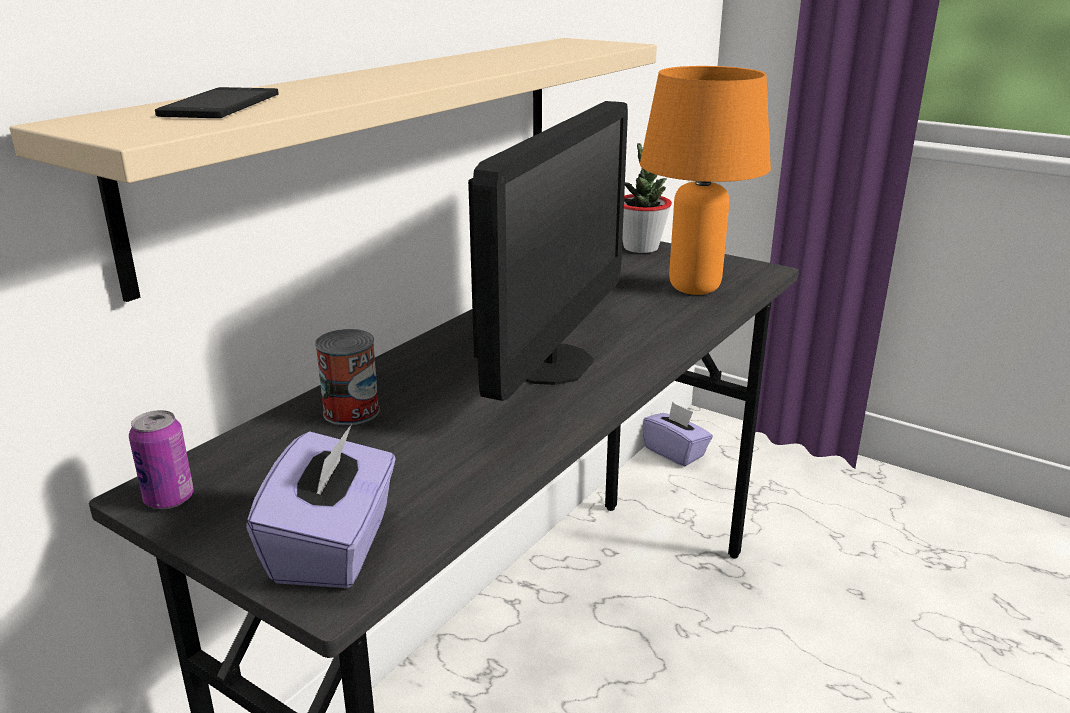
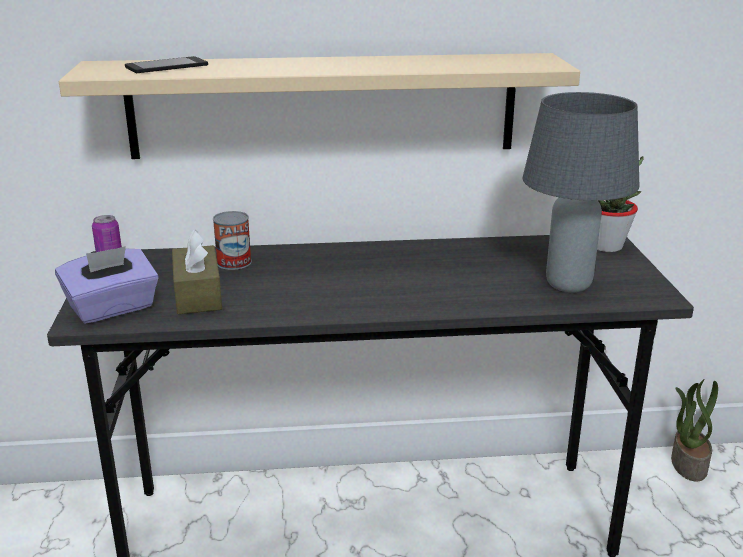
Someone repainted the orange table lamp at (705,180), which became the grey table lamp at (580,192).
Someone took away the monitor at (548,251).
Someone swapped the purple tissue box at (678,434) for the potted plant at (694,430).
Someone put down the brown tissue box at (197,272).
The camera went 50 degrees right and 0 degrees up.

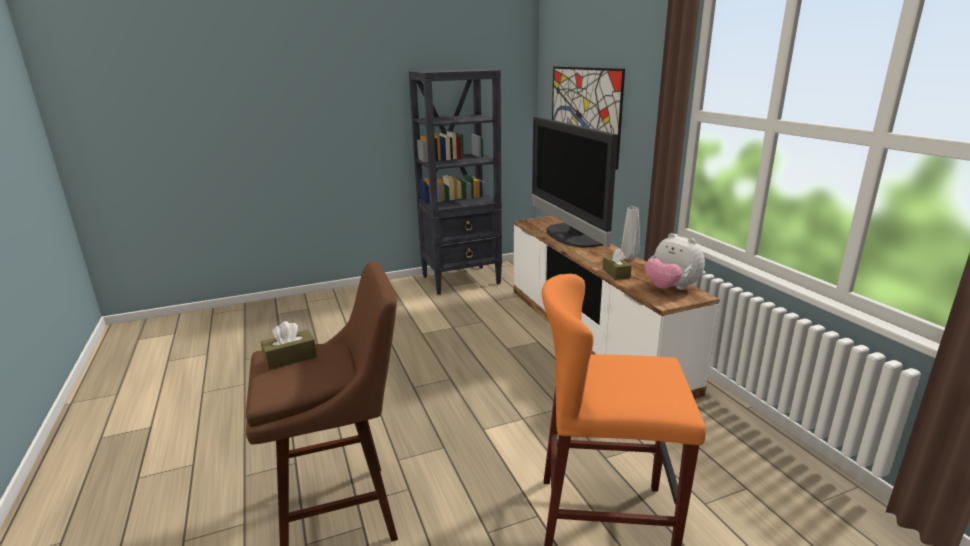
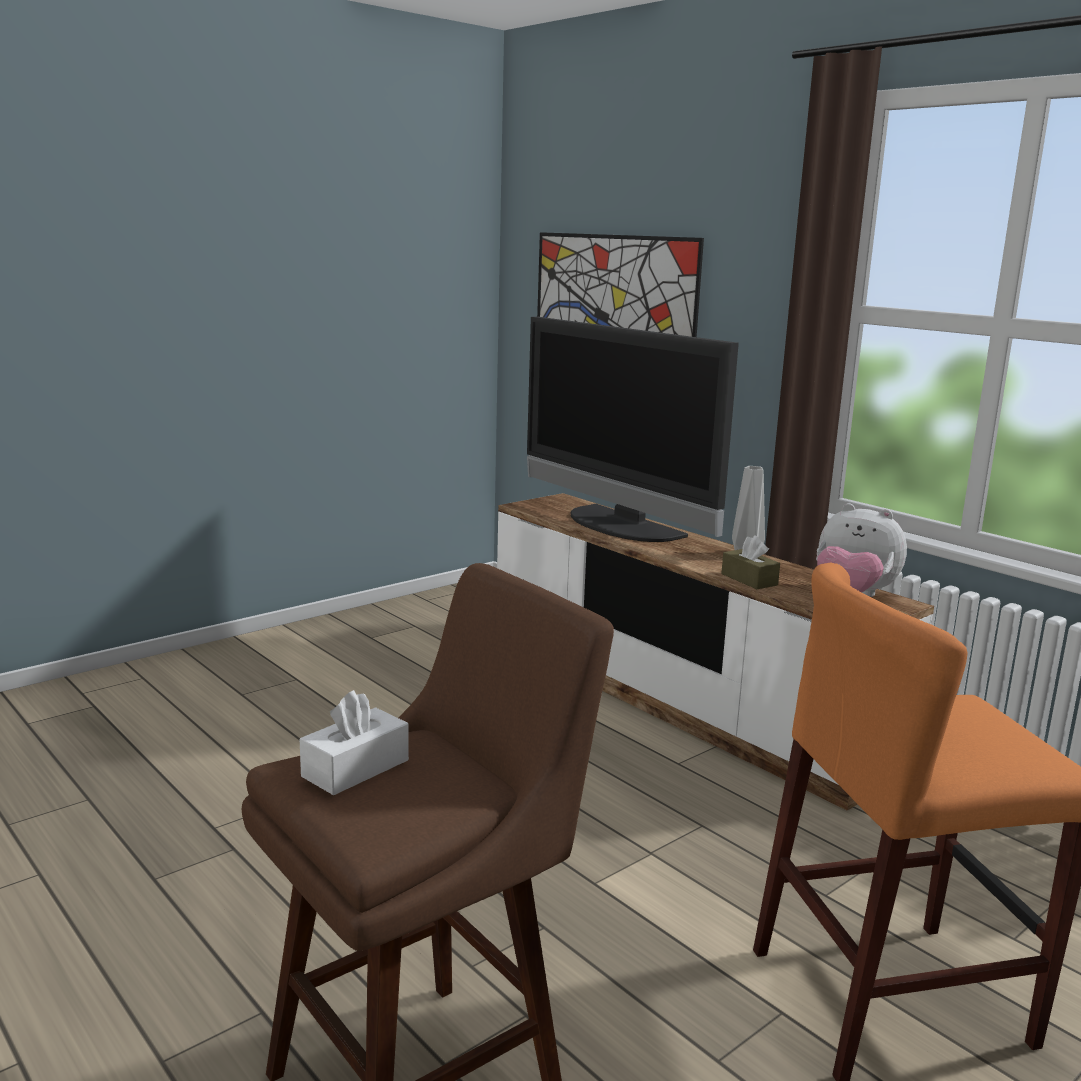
Someone took away the black bookcase at (455,182).
Someone repainted the brown tissue box at (289,345), which became the white tissue box at (354,742).
The camera went 20 degrees left and 5 degrees down.

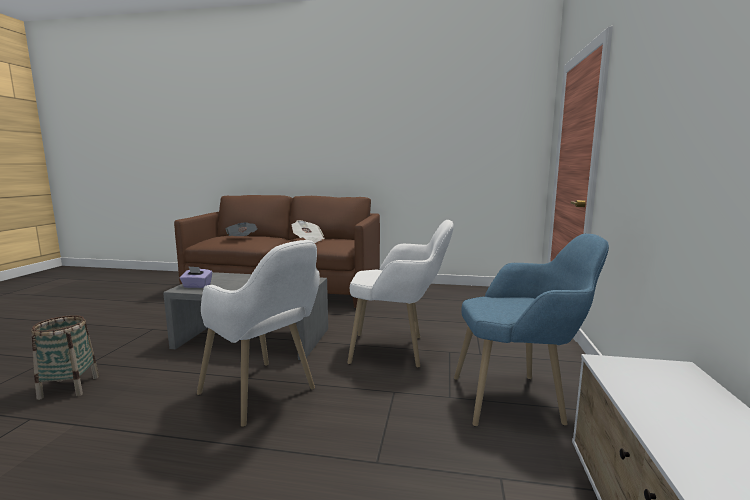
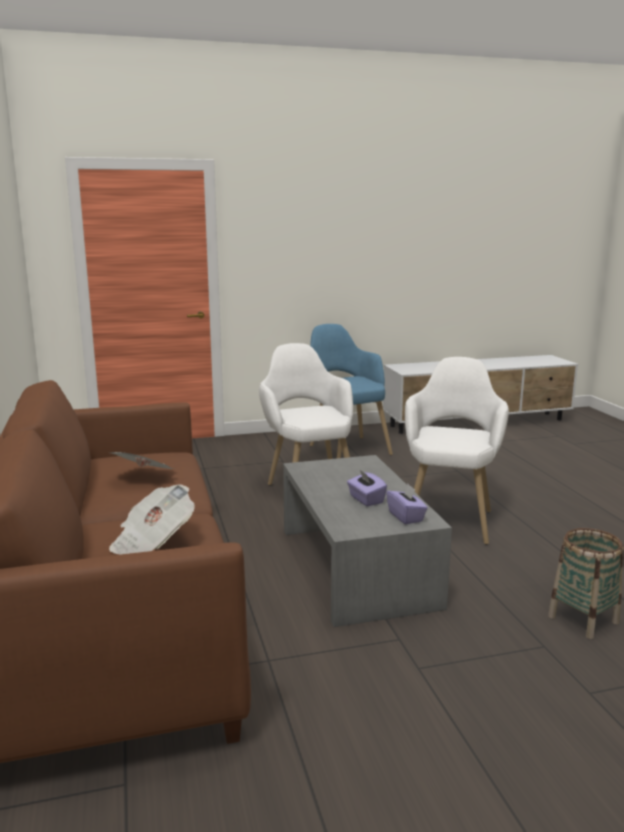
Someone put down the purple tissue box at (367,488).
The camera went 115 degrees left and 5 degrees up.

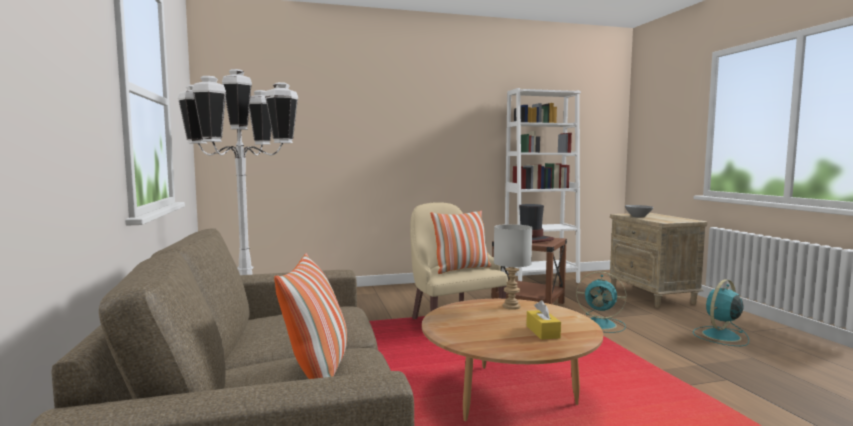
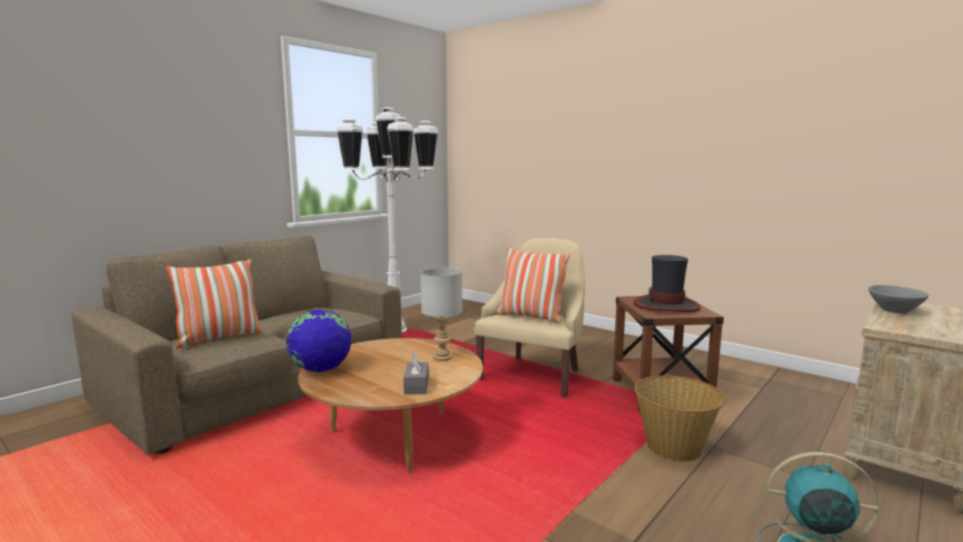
Someone took away the white bookcase at (542,185).
Someone swapped the turquoise fan at (601,302) for the basket at (680,418).
Someone took away the yellow tissue box at (543,320).
Someone put down the globe at (318,340).
Someone put down the grey tissue box at (416,373).
The camera went 55 degrees right and 5 degrees up.

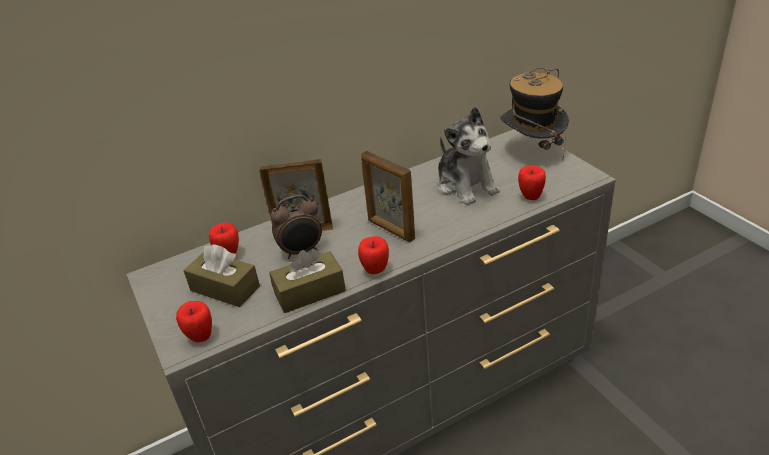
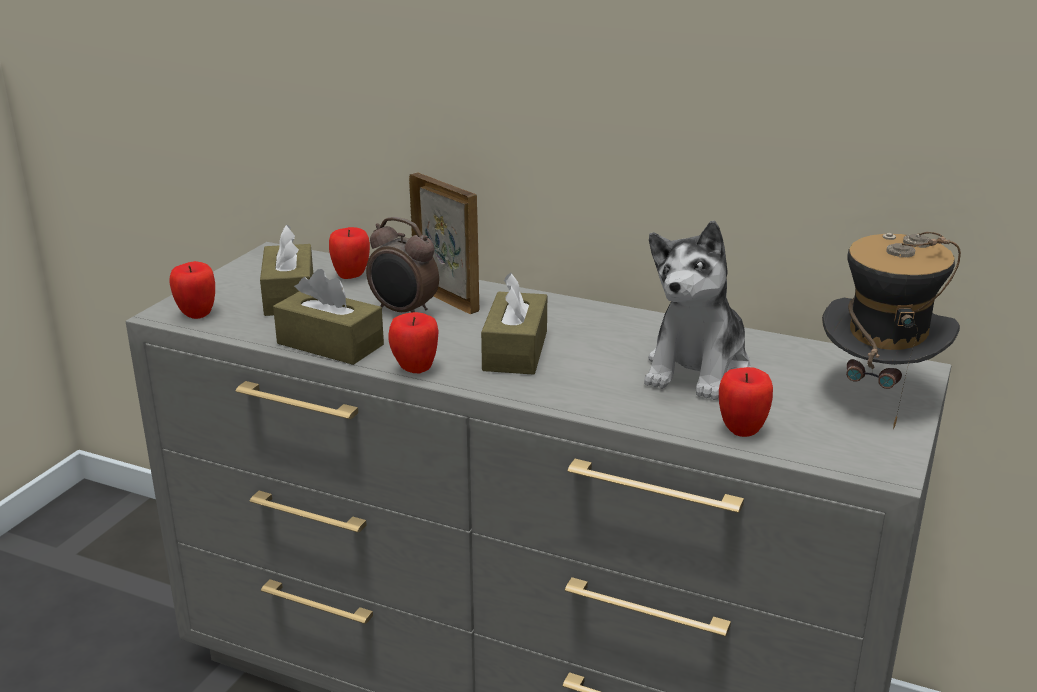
Someone swapped the picture frame at (388,196) for the brown tissue box at (514,324).
The camera went 50 degrees right and 10 degrees down.

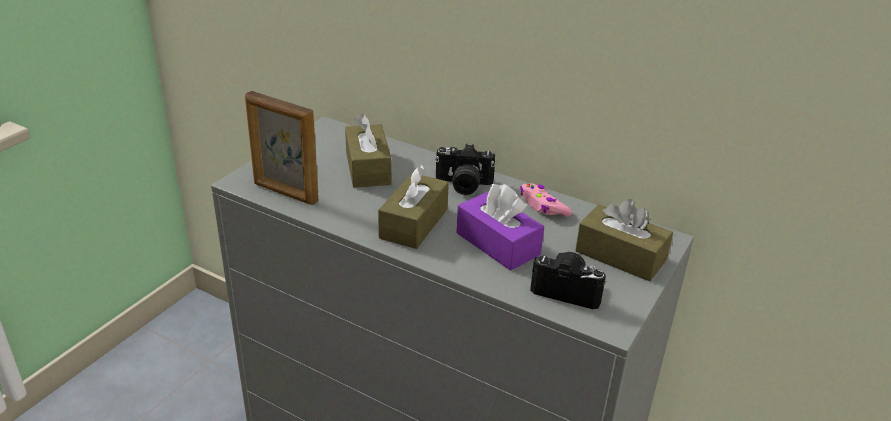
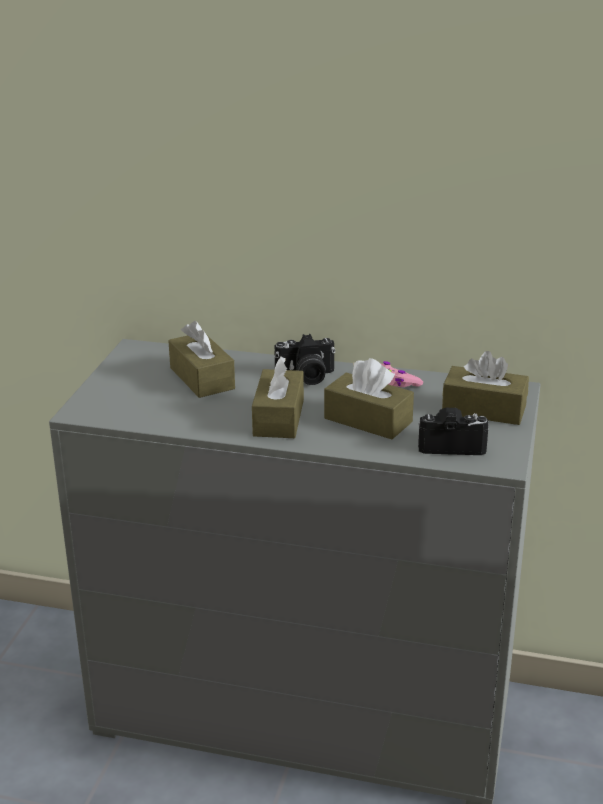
Someone took away the picture frame at (282,148).
Someone repainted the purple tissue box at (500,227), which became the brown tissue box at (369,398).
The camera went 15 degrees left and 5 degrees down.

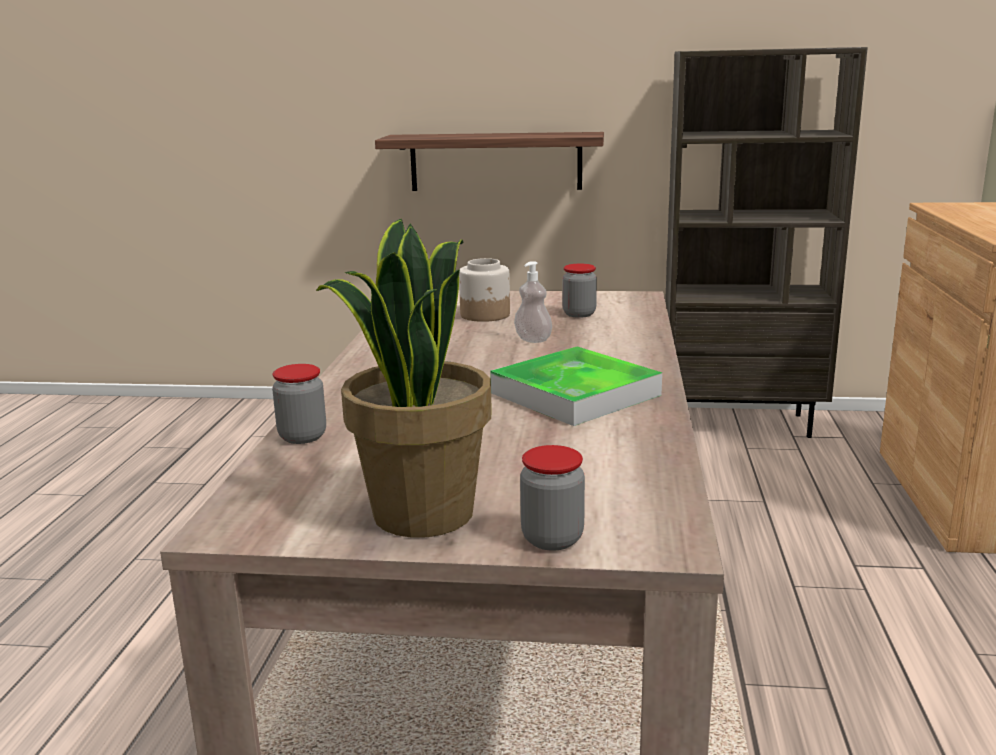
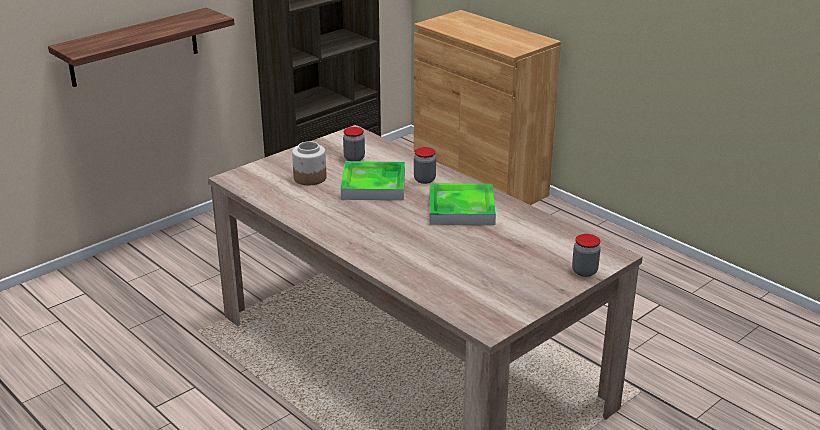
Someone took away the potted plant at (404,378).
Someone swapped the soap dispenser at (533,302) for the tray at (373,180).
Someone carried the jar from (299,404) to (425,165).
The camera went 50 degrees left and 10 degrees up.

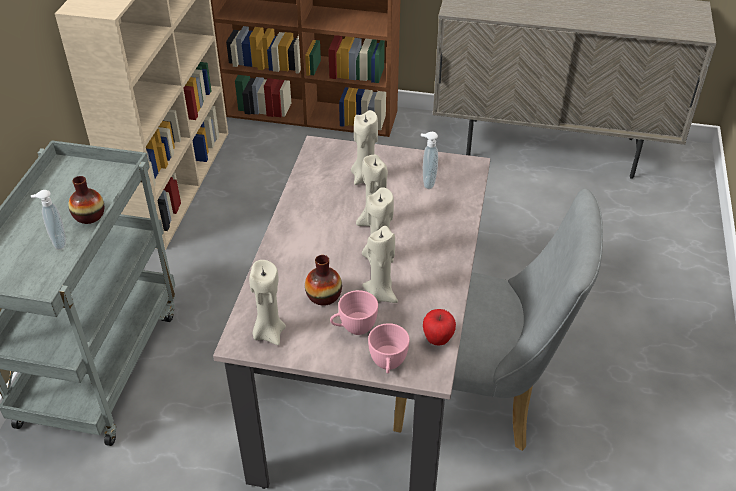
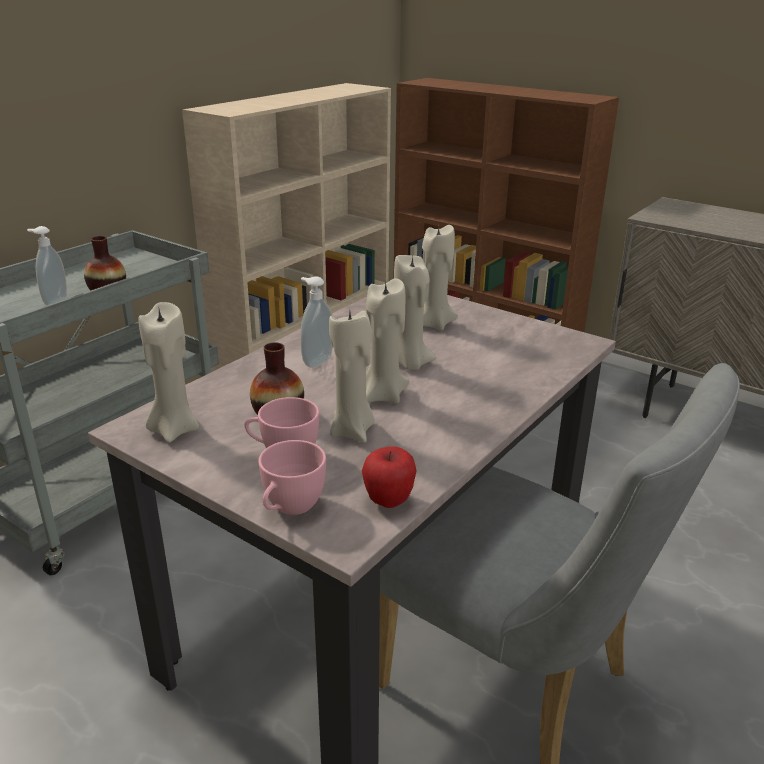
Someone carried the soap dispenser from (429,160) to (316,322).
The camera went 25 degrees right and 15 degrees down.

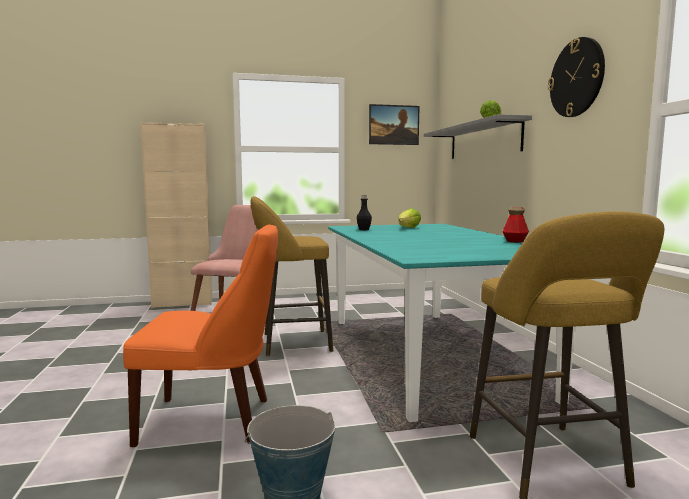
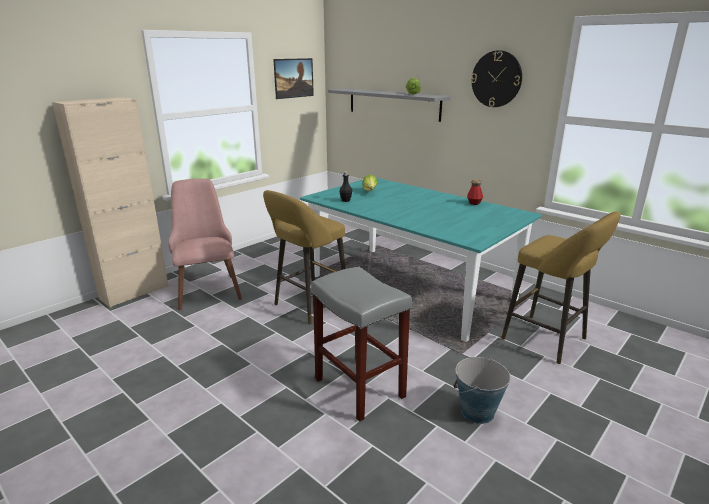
Someone swapped the orange chair at (200,335) for the grey stool at (361,344).
The camera went 35 degrees left and 15 degrees up.

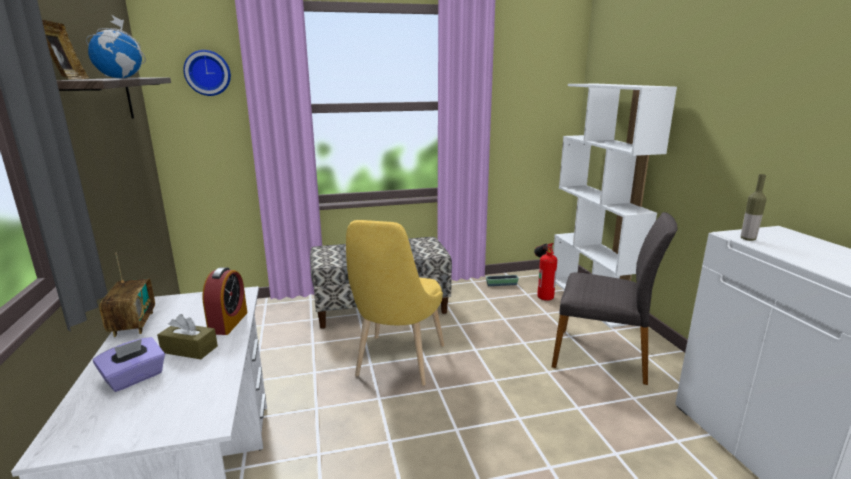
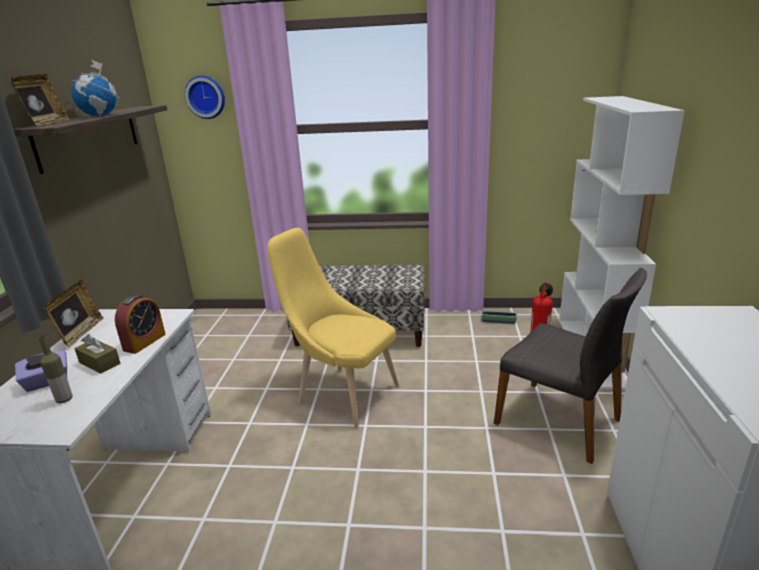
Someone carried the bottle from (754,207) to (55,369).
Someone rotated the yellow chair at (395,303) by 90 degrees clockwise.
Someone swapped the radio at (127,295) for the picture frame at (74,313).
The camera went 20 degrees right and 5 degrees up.

